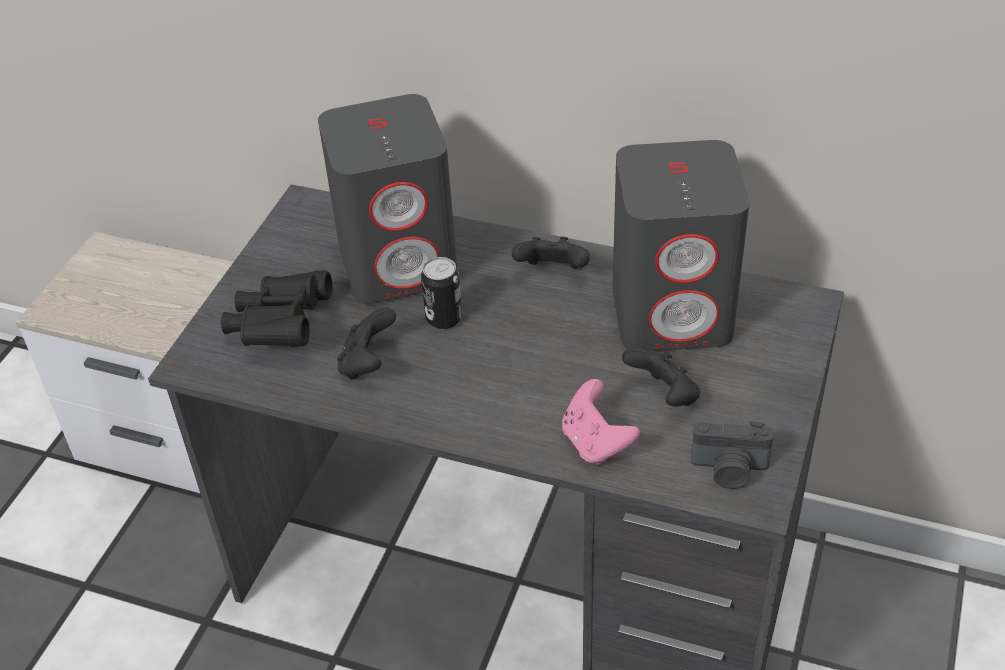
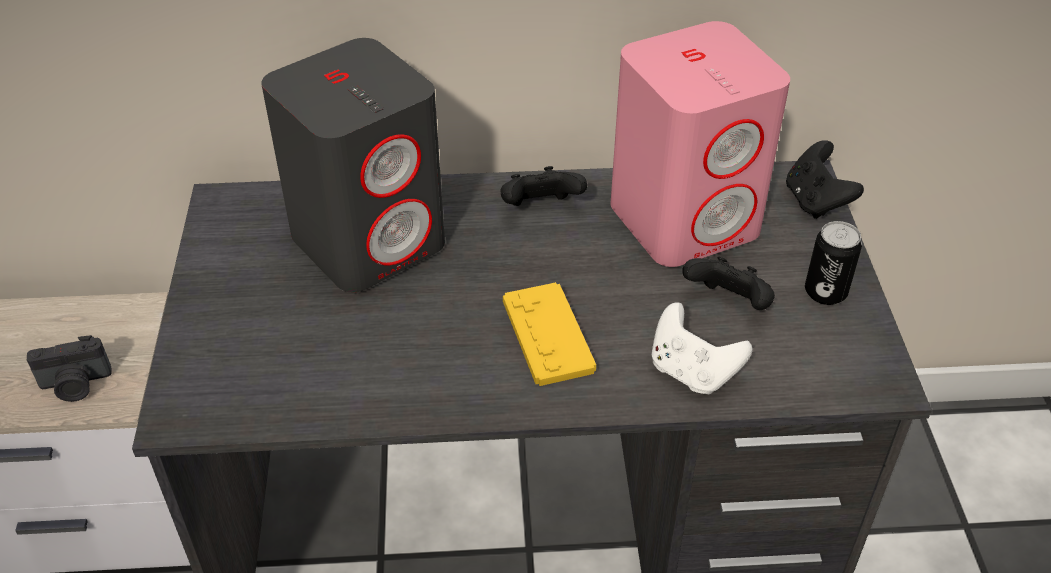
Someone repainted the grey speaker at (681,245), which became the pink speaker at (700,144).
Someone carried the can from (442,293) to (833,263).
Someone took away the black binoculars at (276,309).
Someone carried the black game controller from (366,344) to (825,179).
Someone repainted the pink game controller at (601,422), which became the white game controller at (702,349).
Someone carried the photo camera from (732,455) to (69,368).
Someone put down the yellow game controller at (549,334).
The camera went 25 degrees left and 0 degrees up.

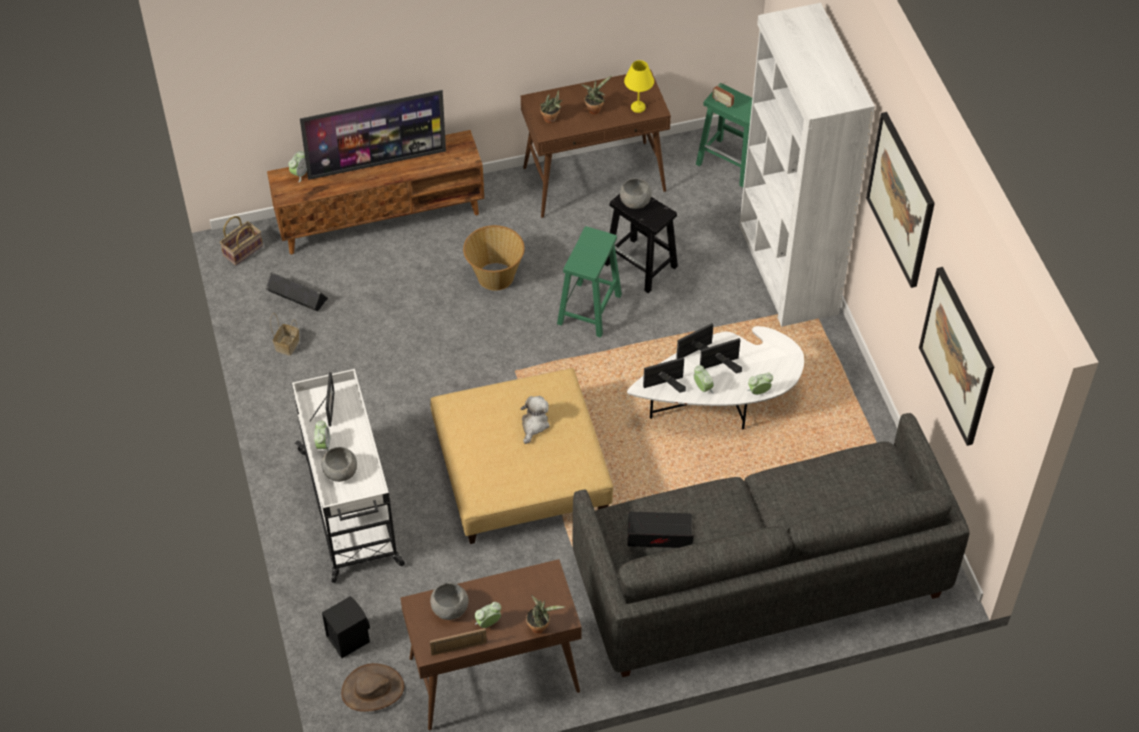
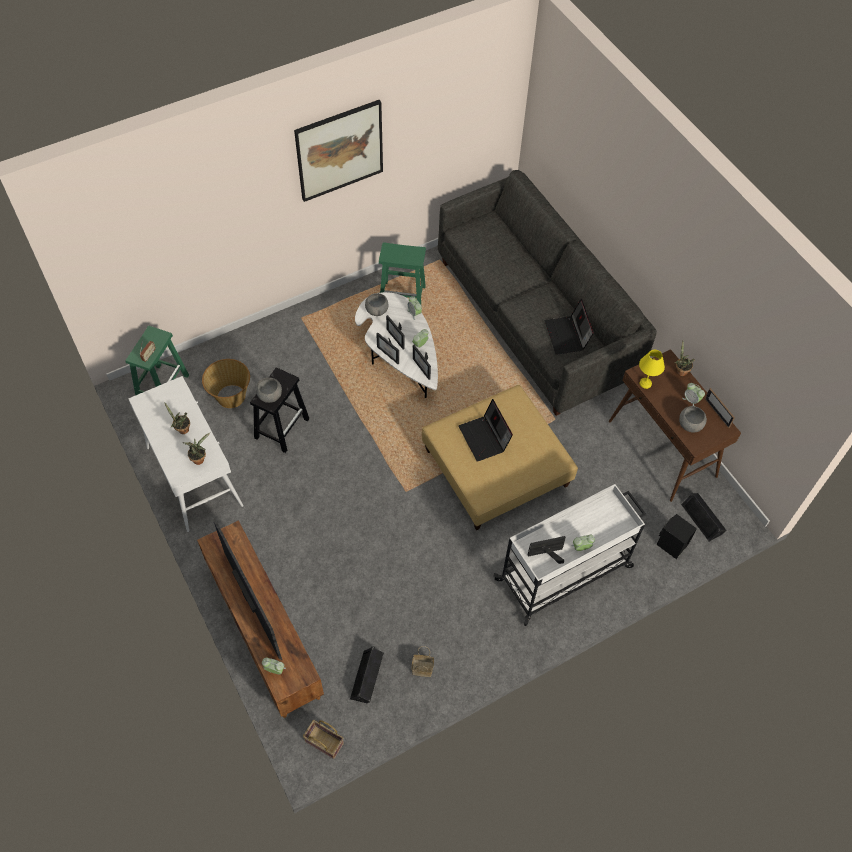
Someone took away the white bookcase at (807,165).
Someone carried the yellow table lamp from (639,86) to (652,369).
Someone repainted the brown console table at (596,143), which became the white console table at (186,454).
Someone carried the basket from (494,258) to (226,383).
Someone carried the green stool from (589,281) to (402,273).
Someone took away the picture at (956,356).
Someone swapped the plush toy at (535,420) for the laptop at (485,430).
Someone carried the grey bowl from (339,464) to (376,304).
Someone swapped the brown hat at (372,687) for the black speaker at (704,517).
The camera went 105 degrees left and 5 degrees up.

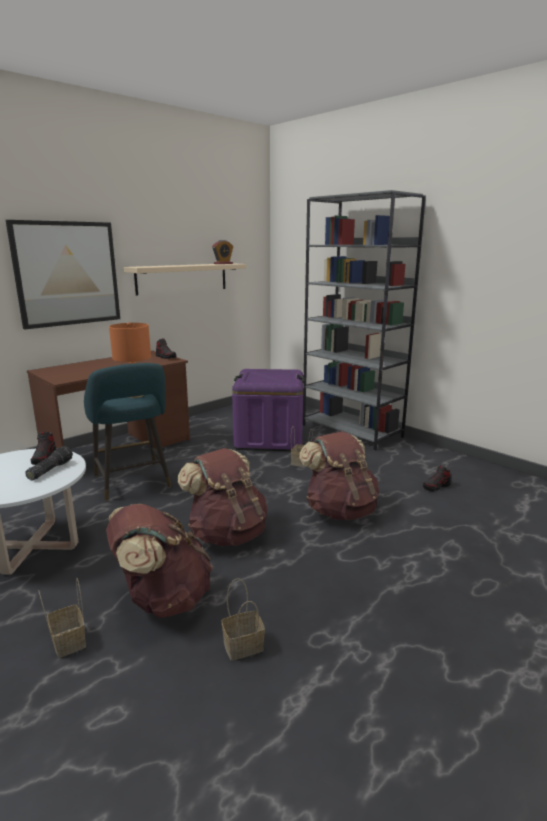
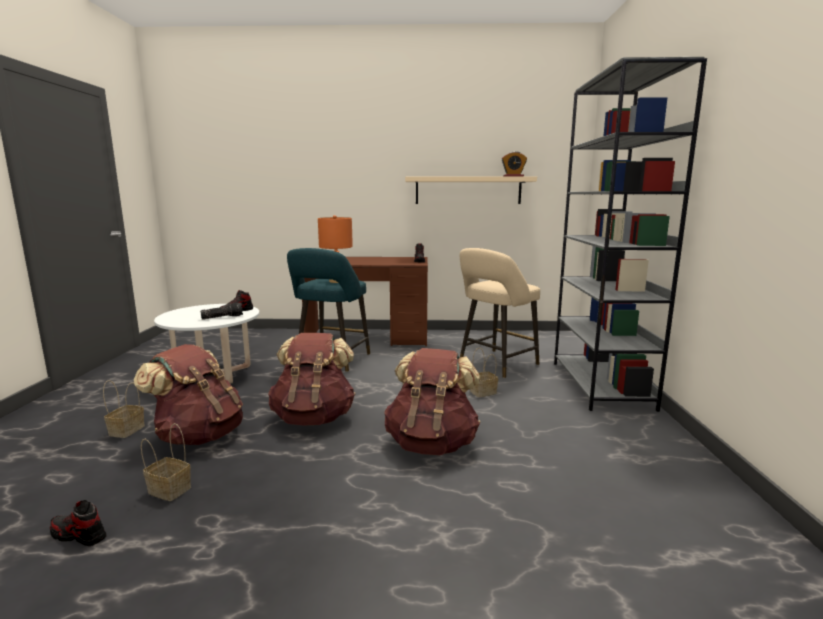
Someone took away the picture at (63,274).
Someone swapped the purple storage box at (268,410) for the beige stool at (500,313).
Someone carried the shoe from (437,478) to (78,523).
The camera went 45 degrees right and 5 degrees down.

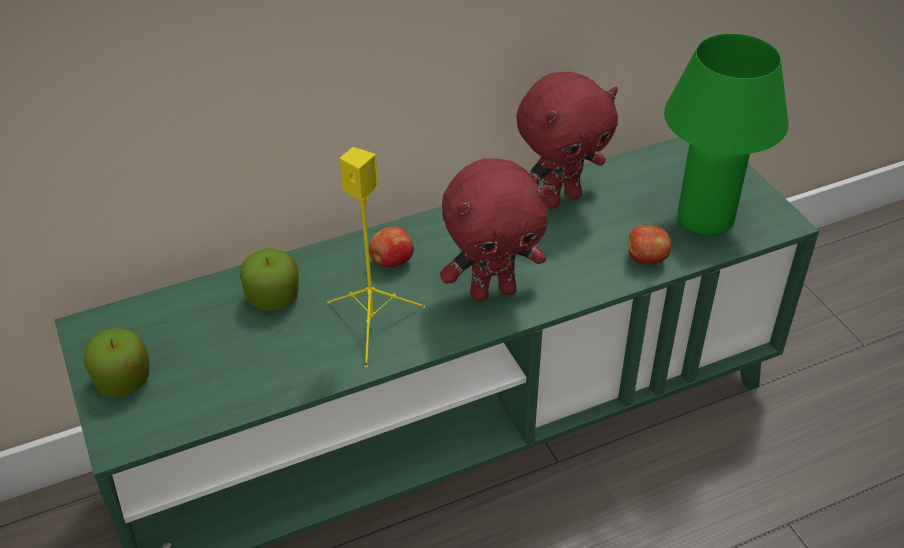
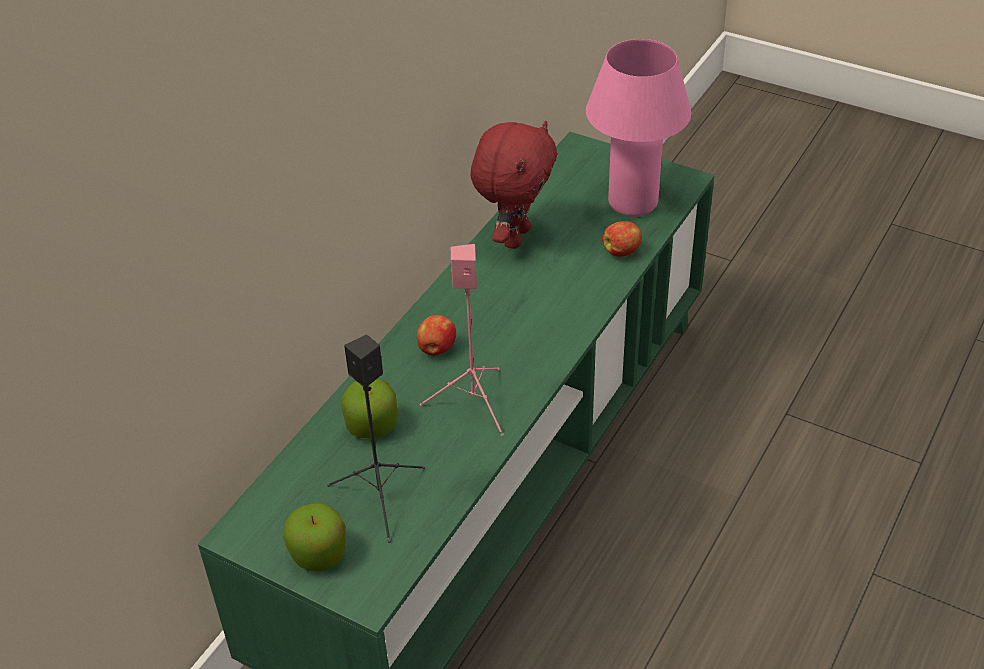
Someone repainted the green table lamp at (726,134), which became the pink table lamp at (638,128).
Someone repainted the yellow speaker at (376,257), which became the pink speaker at (462,340).
Someone took away the red plush toy at (494,230).
Someone put down the black speaker at (376,438).
The camera went 35 degrees left and 0 degrees up.

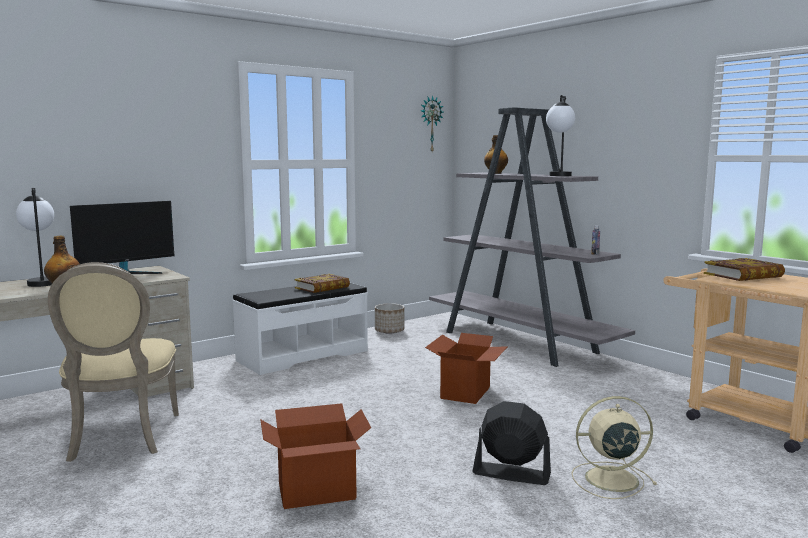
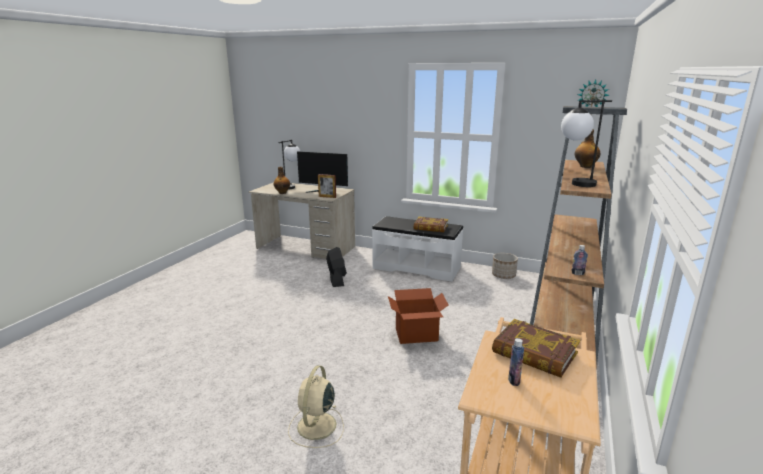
Someone repainted the grey bookcase at (532,237), which became the brown bookcase at (578,238).
Someone took away the beige chair at (113,362).
Someone rotated the beige fan at (614,447) by 135 degrees counterclockwise.
Someone carried the black fan from (511,443) to (336,267).
Someone took away the cardboard box at (316,456).
Someone put down the picture frame at (327,186).
Someone put down the bottle at (516,362).
The camera went 60 degrees right and 10 degrees up.

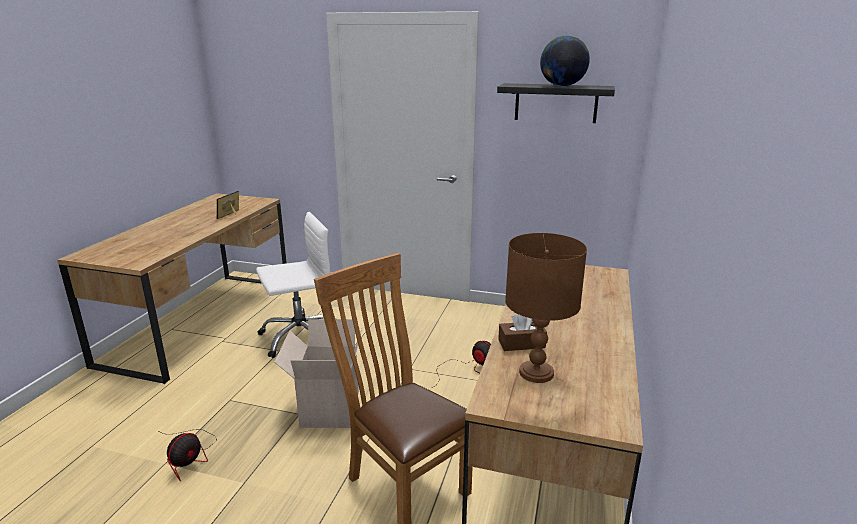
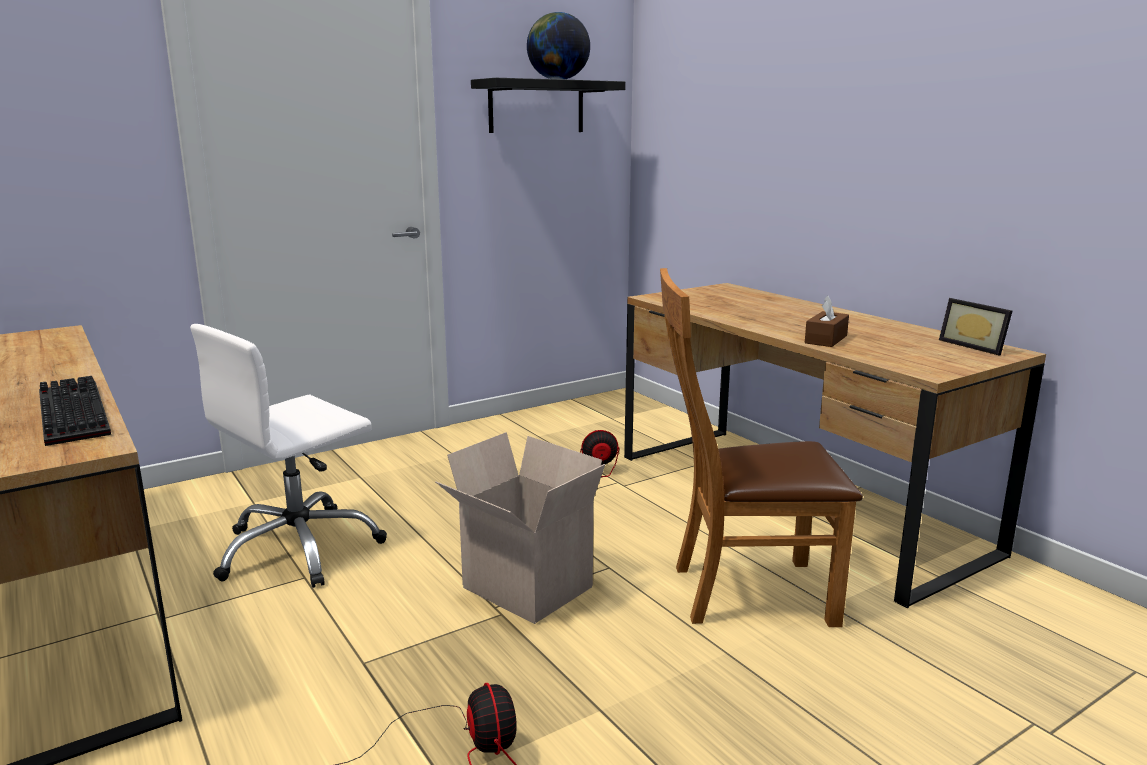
Someone carried the picture frame from (228,205) to (975,327).
Someone rotated the white office chair at (296,285) by 150 degrees counterclockwise.
Someone took away the brown table lamp at (546,308).
Someone put down the keyboard at (75,411).
The camera went 50 degrees left and 5 degrees down.

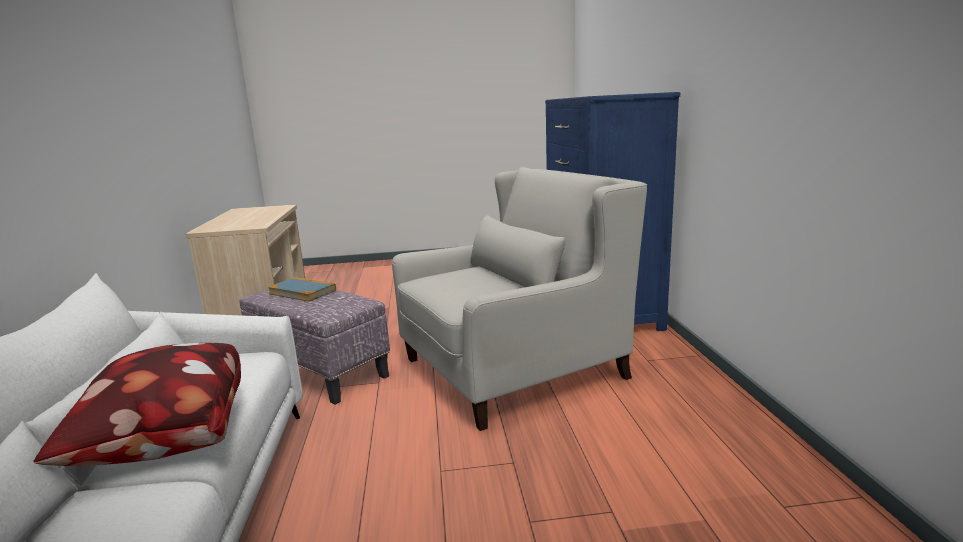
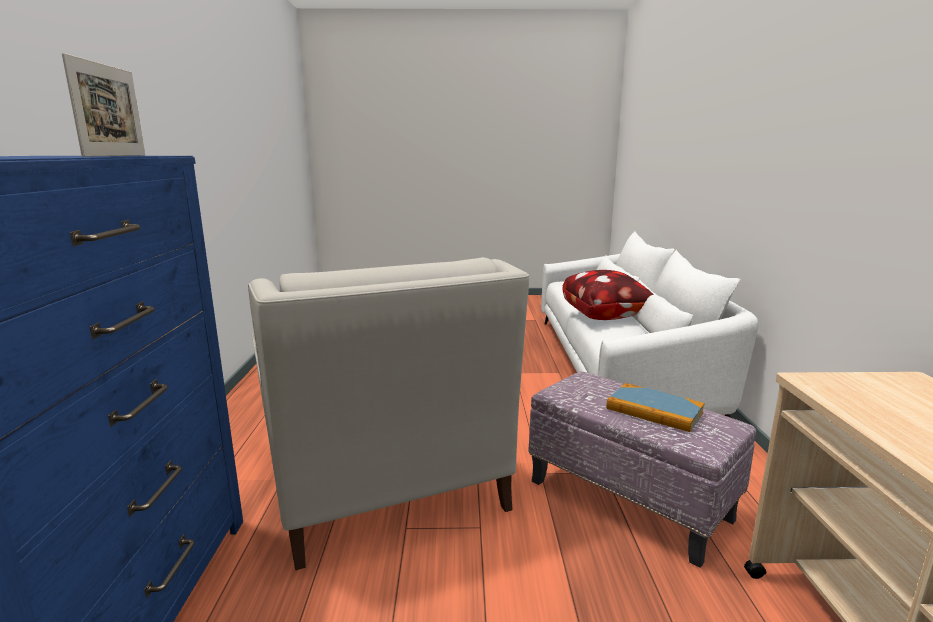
Someone rotated the white armchair at (519,299) by 90 degrees counterclockwise.
Someone put down the picture frame at (103,105).
The camera went 175 degrees left and 0 degrees up.

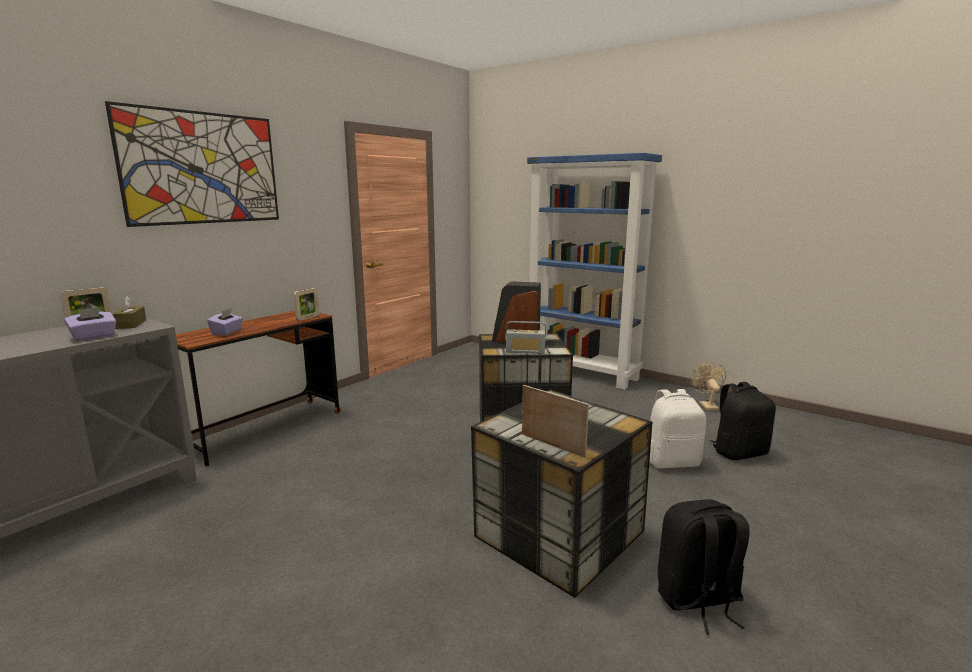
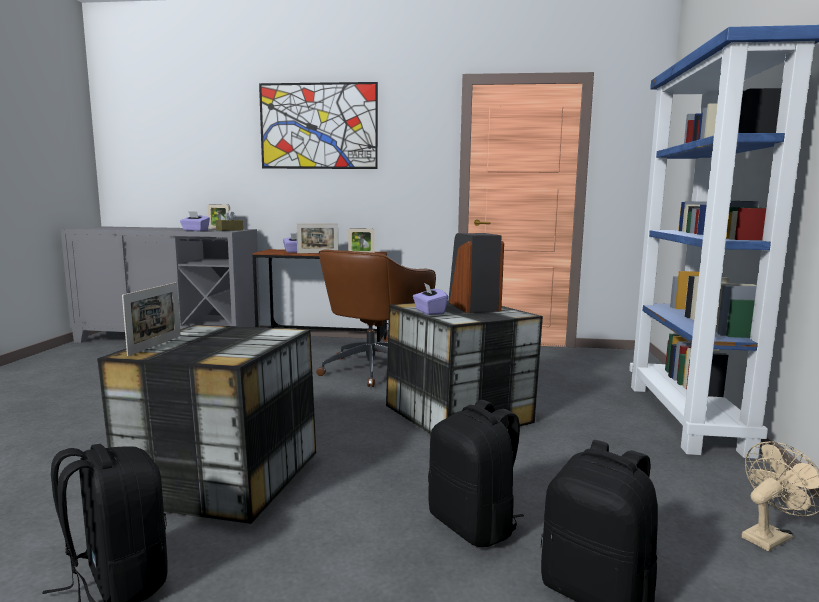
Someone swapped the radio at (525,337) for the purple tissue box at (430,299).
Someone repainted the white backpack at (678,428), which became the black backpack at (476,473).
Someone put down the picture frame at (317,238).
Someone put down the brown office chair at (376,318).
The camera went 60 degrees right and 5 degrees down.

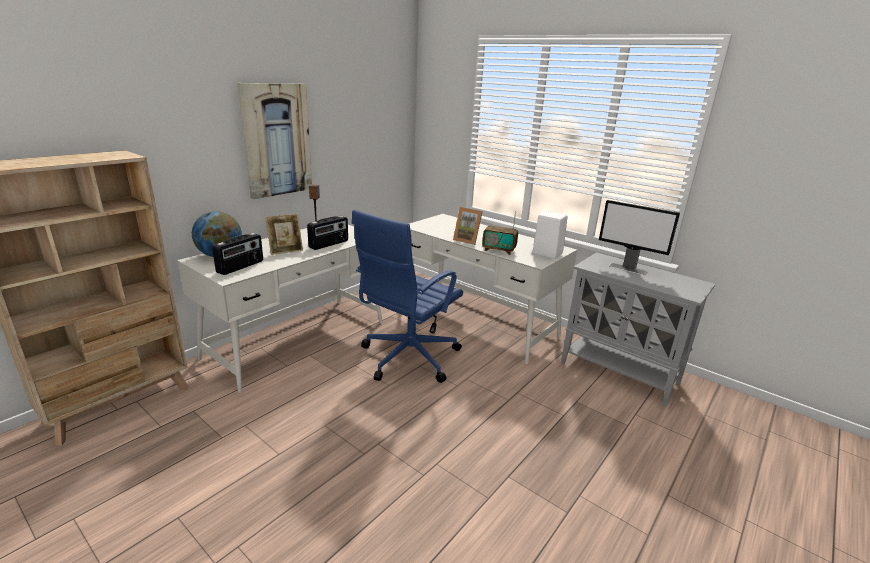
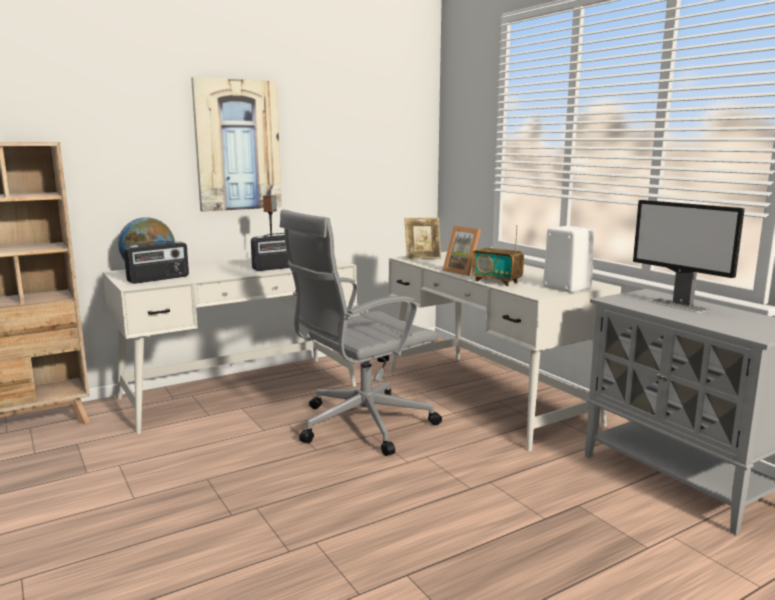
Someone repainted the blue office chair at (407,296), which became the grey office chair at (361,332).
Someone carried the picture frame from (284,234) to (422,239).
The camera went 20 degrees right and 10 degrees down.

